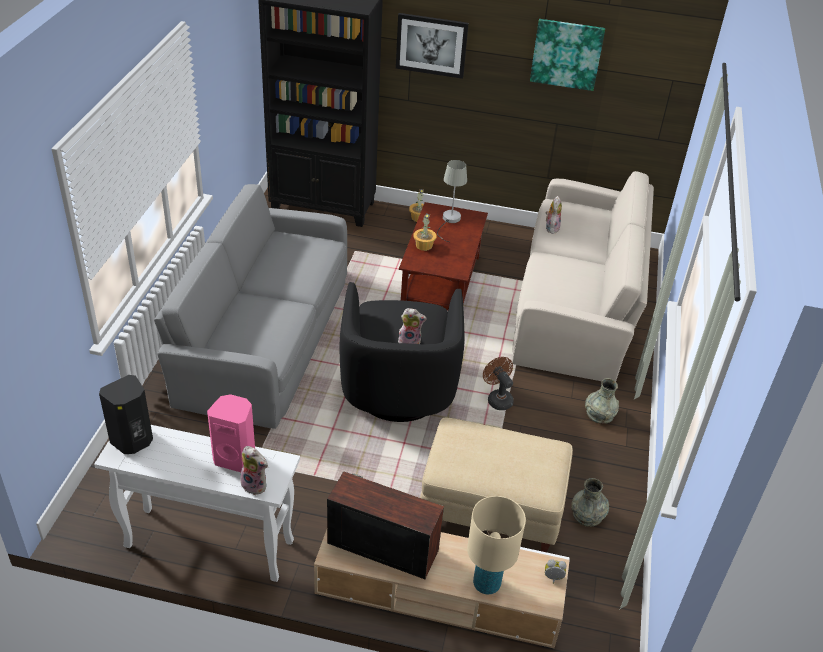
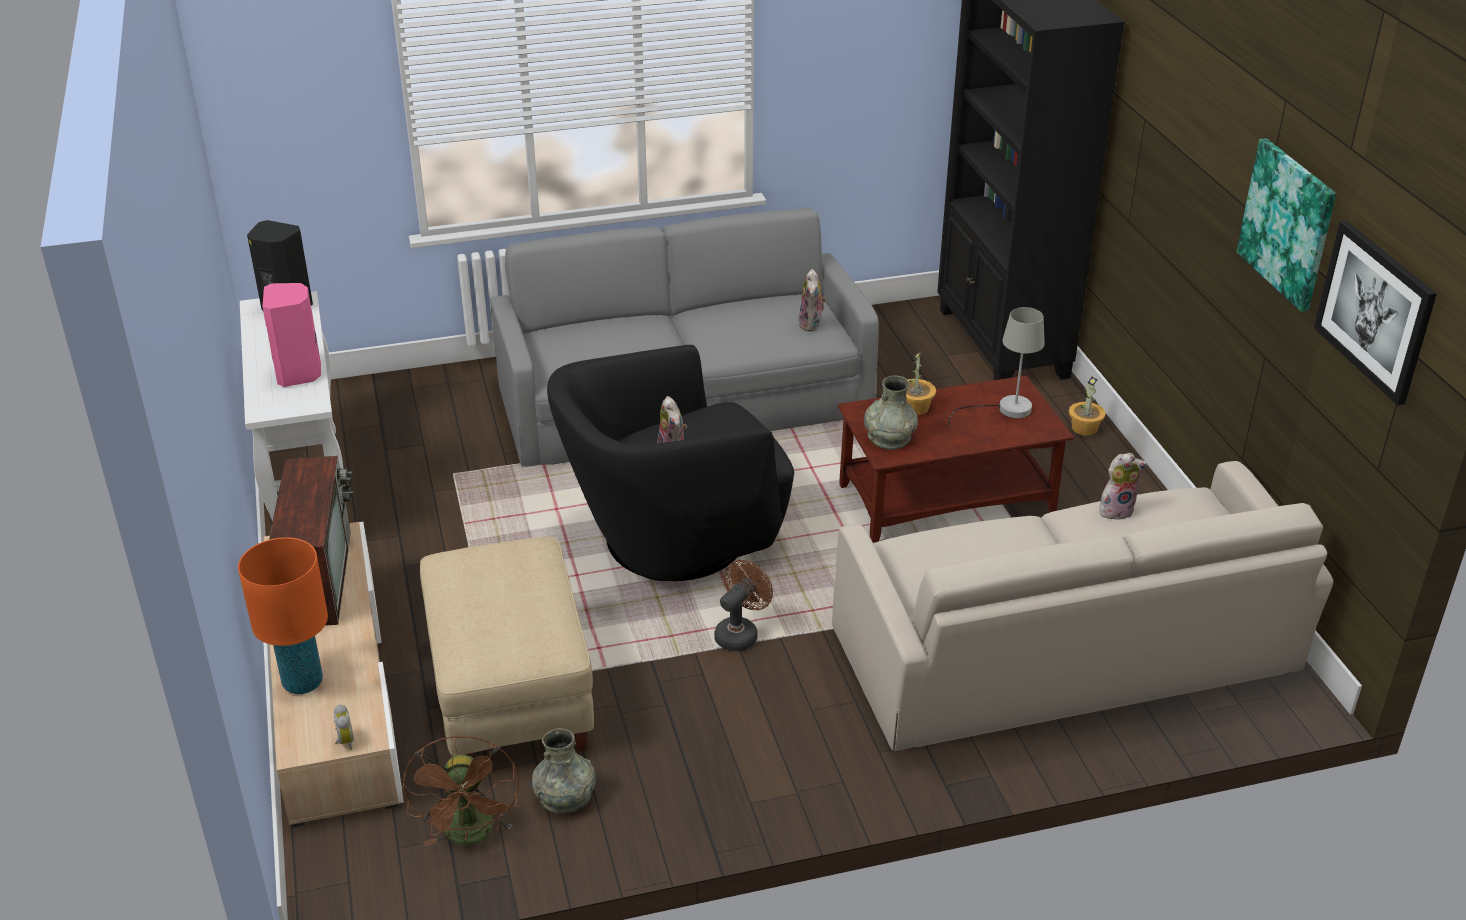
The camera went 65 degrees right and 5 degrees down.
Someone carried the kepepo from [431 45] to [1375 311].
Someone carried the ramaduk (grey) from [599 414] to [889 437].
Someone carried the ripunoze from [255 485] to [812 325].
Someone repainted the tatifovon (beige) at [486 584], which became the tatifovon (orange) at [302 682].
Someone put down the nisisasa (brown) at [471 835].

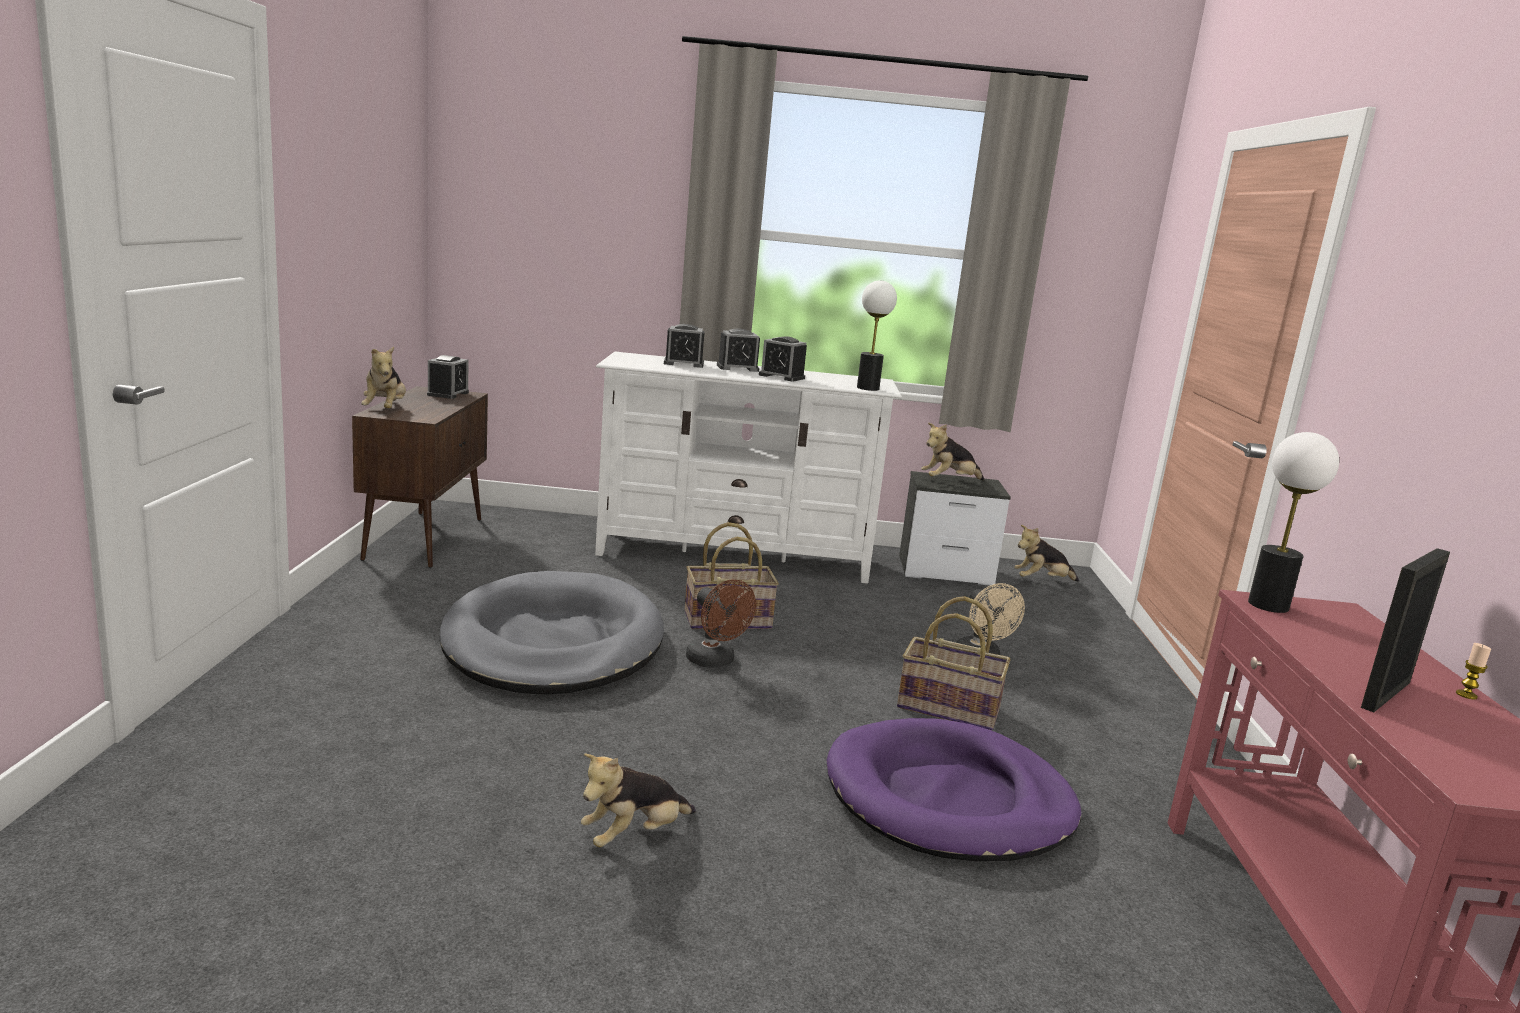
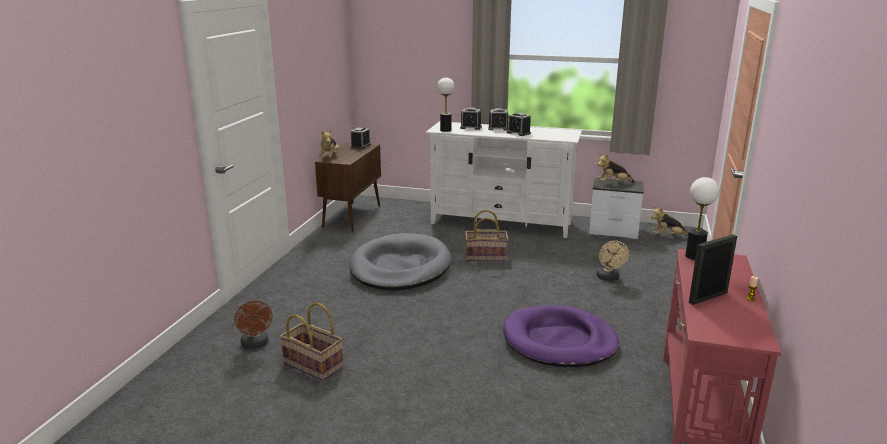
The camera went 15 degrees right and 5 degrees up.
Someone carried the tatifovon from [868 388] to [446 130].
Someone carried the nisisasa (brown) from [715 662] to [256 344].
Someone carried the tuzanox from [949 708] to [314 365].
Someone took away the ripunoze at [634 835].

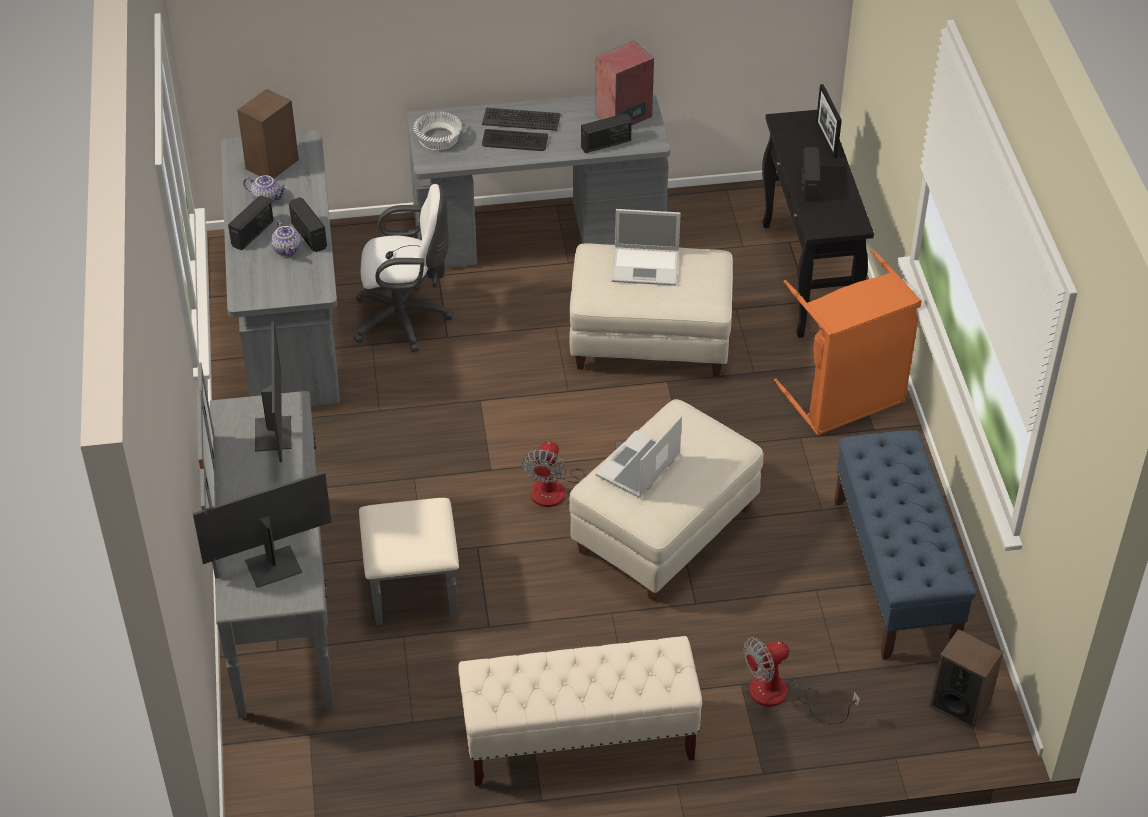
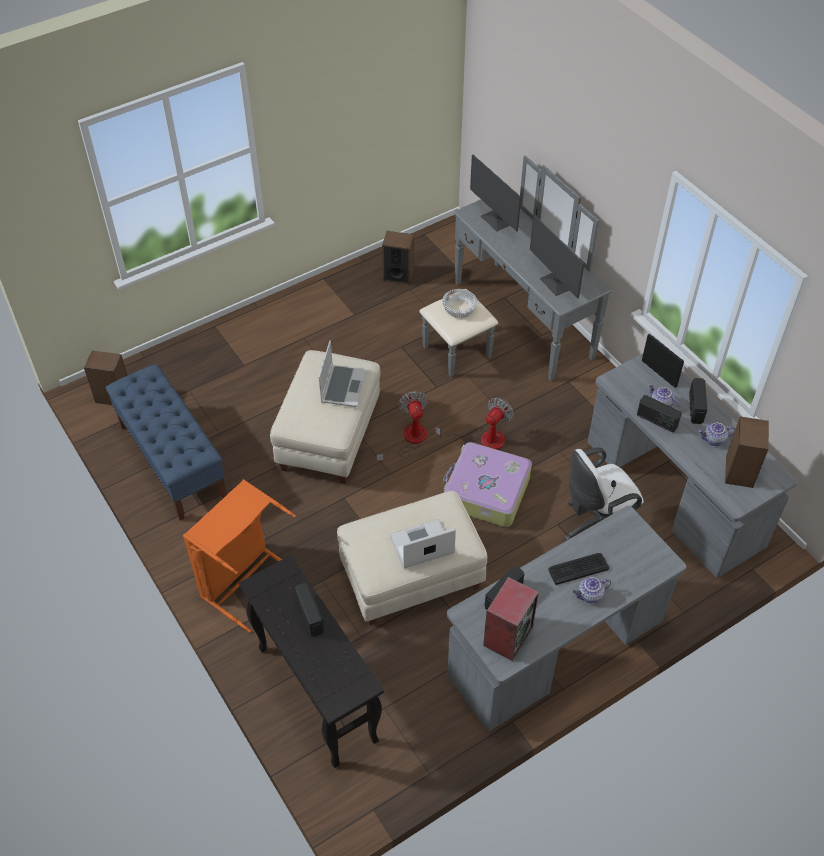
The camera went 155 degrees right and 5 degrees up.
Someone carried the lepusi from [826 140] to [659 373].
Someone swapped the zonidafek at [521 119] for the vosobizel at [589 595].
Someone carried the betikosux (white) from [439 139] to [458 308].
Someone rotated the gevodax at [272 565] by 105 degrees clockwise.
Someone took away the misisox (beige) at [578 740].
Someone carried the nisisasa from [782 696] to [483 441].
Someone put down the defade at [398 275].
Someone put down the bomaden at [485 492].

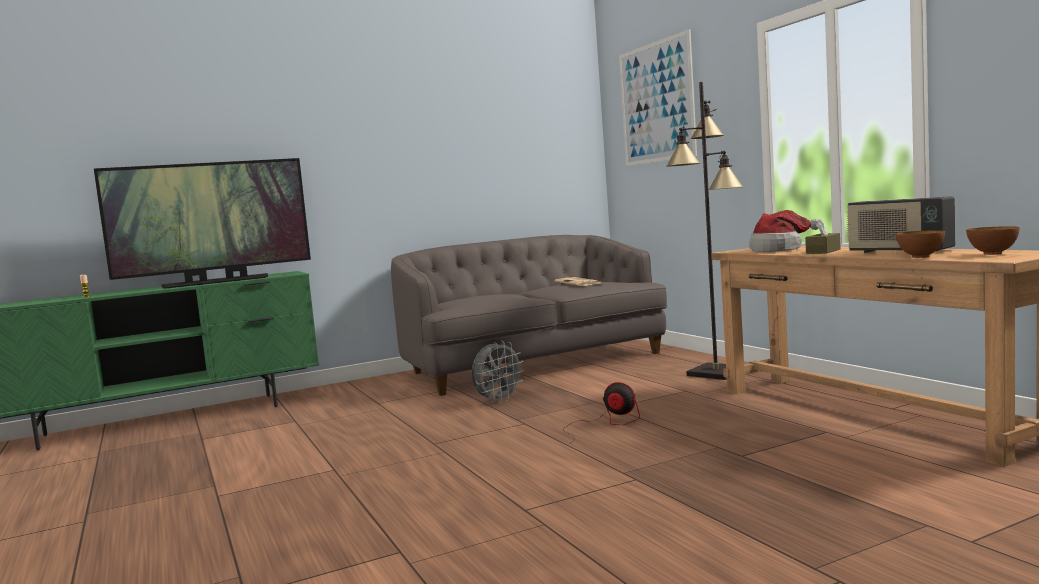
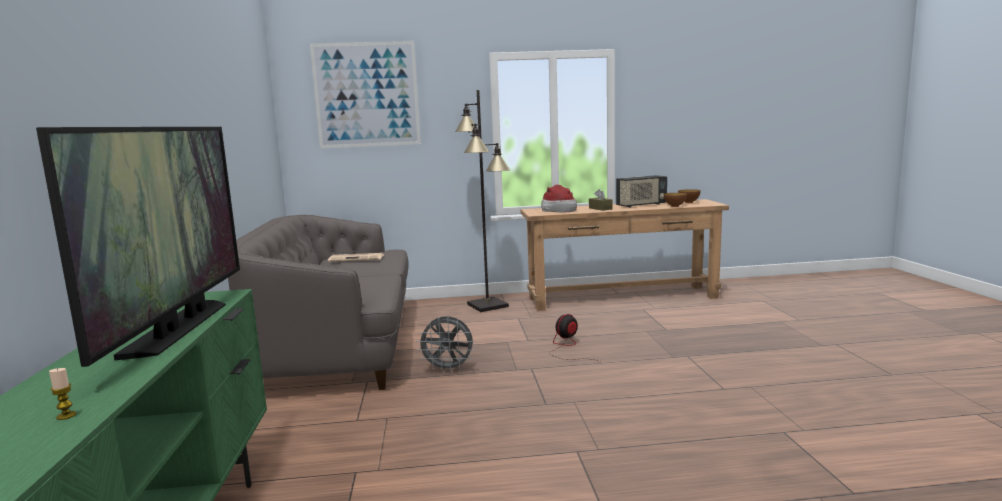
The camera went 70 degrees left and 5 degrees up.
Someone rotated the nisisasa (grey) at [498 401] by 120 degrees clockwise.

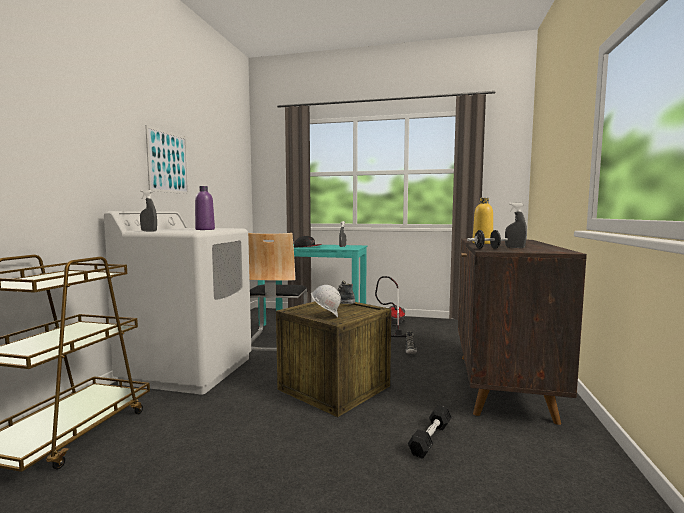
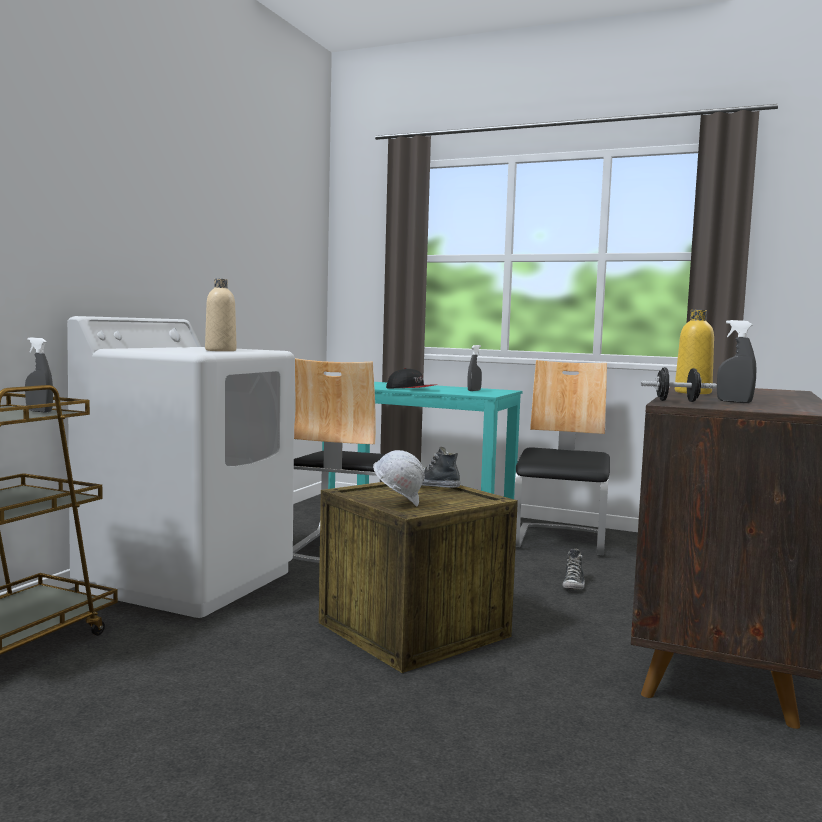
The camera went 10 degrees right and 0 degrees up.
Someone took away the kepepo at [168 162].
Someone repainted the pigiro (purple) at [205 229], which became the pigiro (beige) at [220 350].
Someone carried the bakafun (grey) from [149 231] to [39 411].
Someone swapped the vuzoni at [393 325] for the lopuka at [561 540].
Someone took away the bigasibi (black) at [430 439].

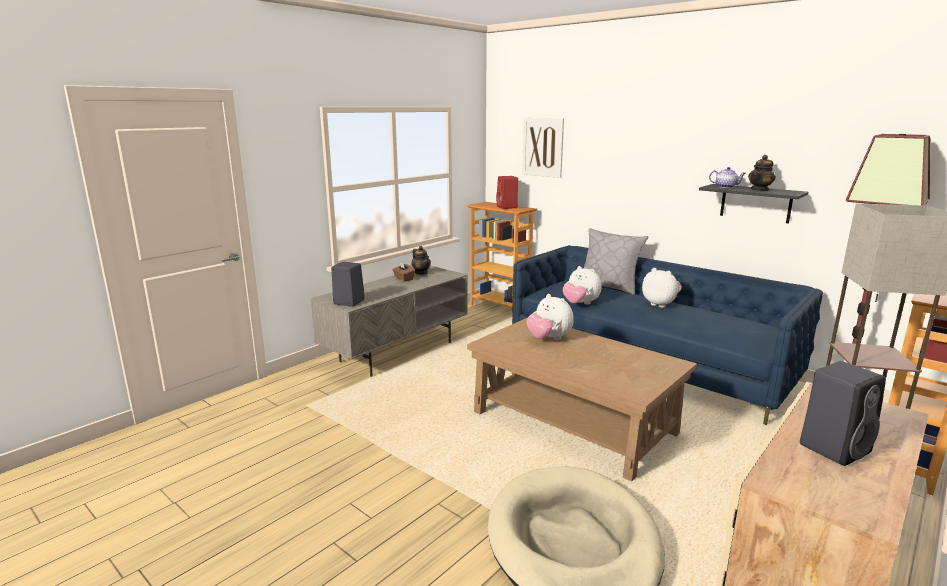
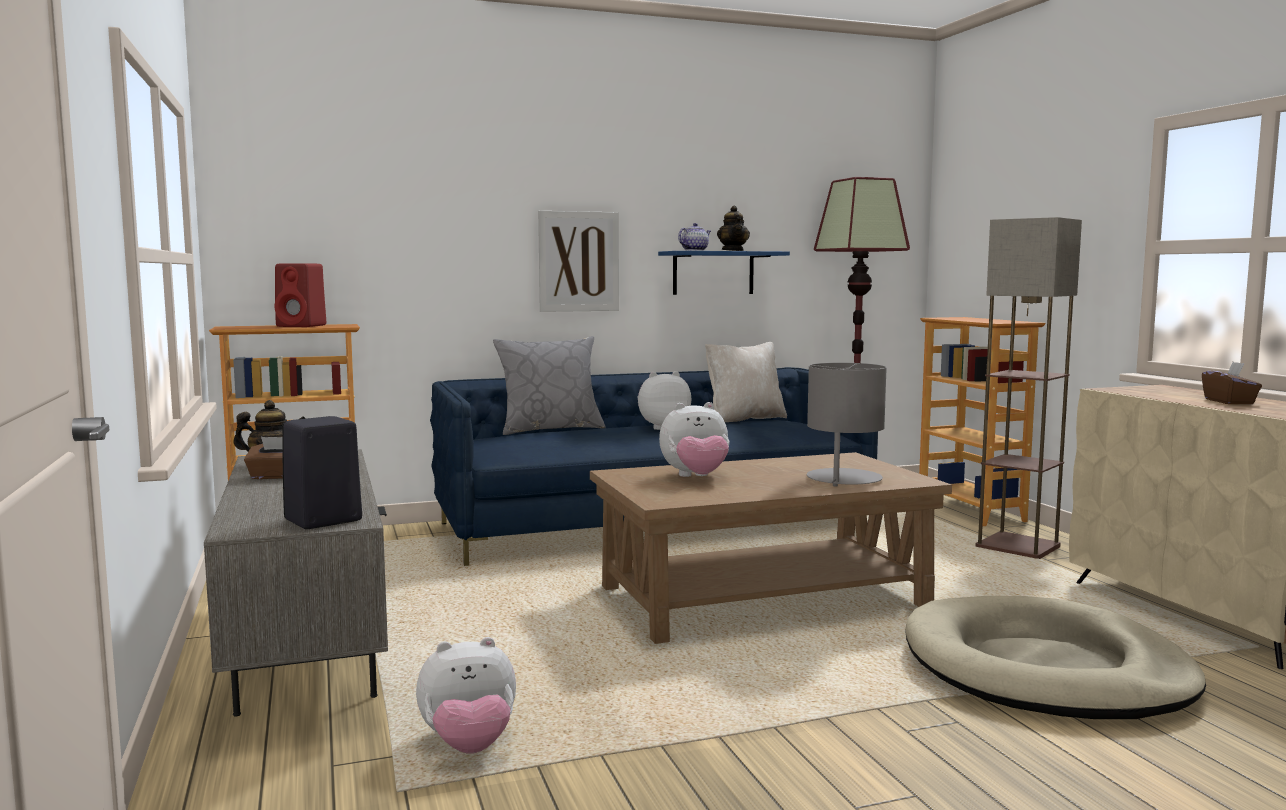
The camera went 60 degrees left and 10 degrees down.
Someone carried the kepepo from [542 147] to [578 261].
Someone repainted the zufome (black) at [755 203], which became the zufome (blue) at [713 273].
Someone carried the ripunoze from [580 304] to [469 746].
Someone swapped the defade (black) at [835 448] for the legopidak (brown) at [1229 402].
Someone put down the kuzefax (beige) at [744 419].
Someone put down the tatifovon (grey) at [843 479].

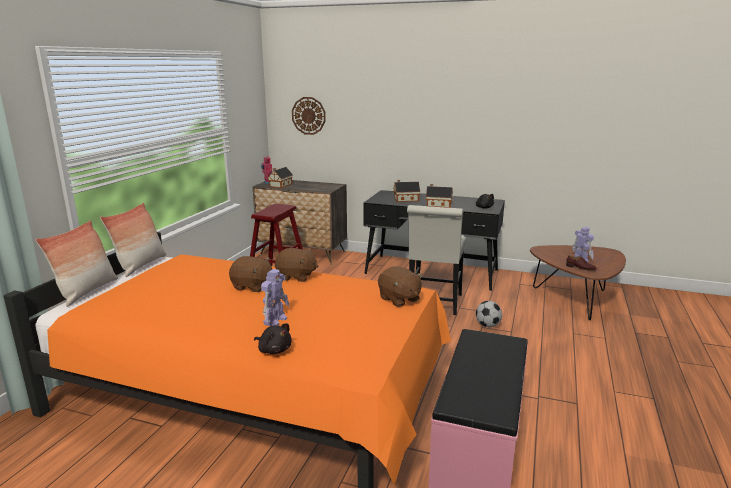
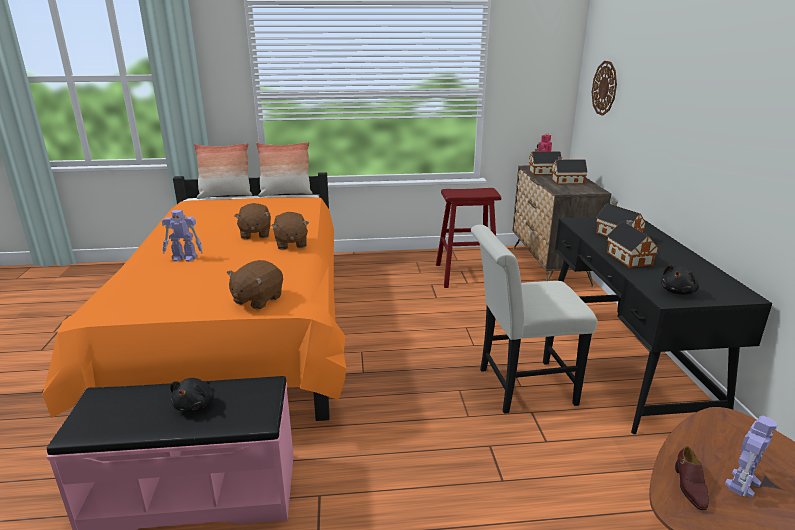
The camera went 65 degrees right and 5 degrees up.
Someone took away the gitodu at [488 326].
Someone carried the ripunoze (black) from [274 350] to [195 405].
Someone put down the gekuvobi at [566 181].

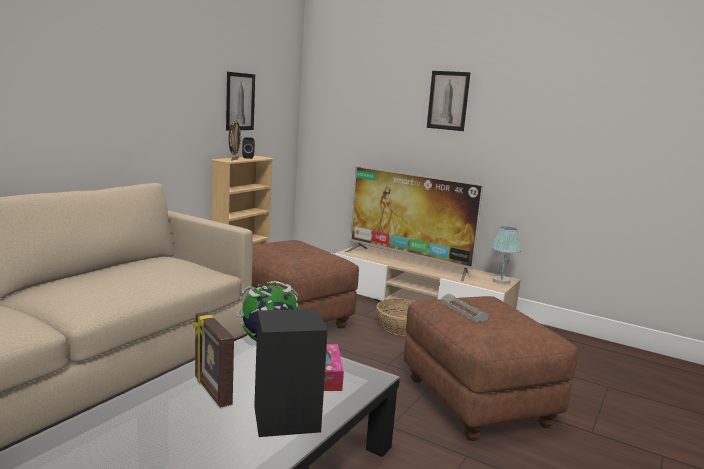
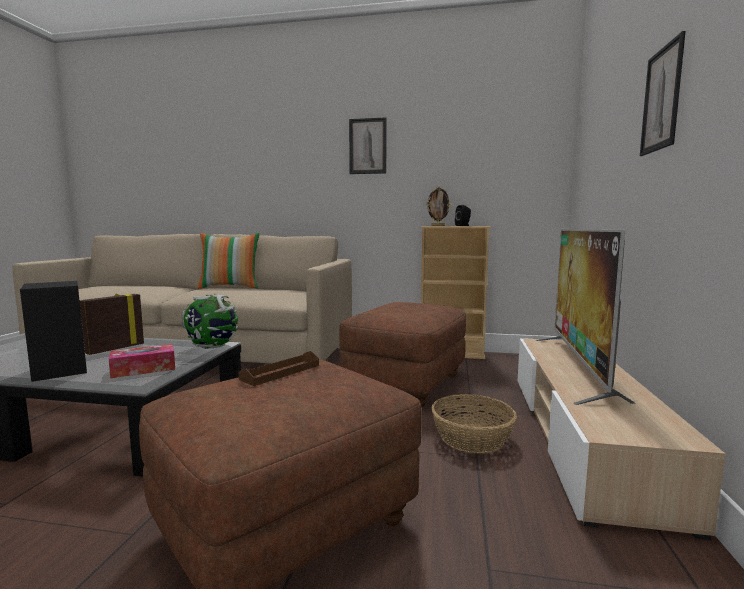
The camera went 70 degrees right and 5 degrees down.
Someone carried the kepepo from [240 101] to [367 146].
Someone took away the tatifovon at [501 281].
Someone repainted the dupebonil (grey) at [463 311], which became the dupebonil (brown) at [280 372].
Someone put down the kuzefax at [230 287].

